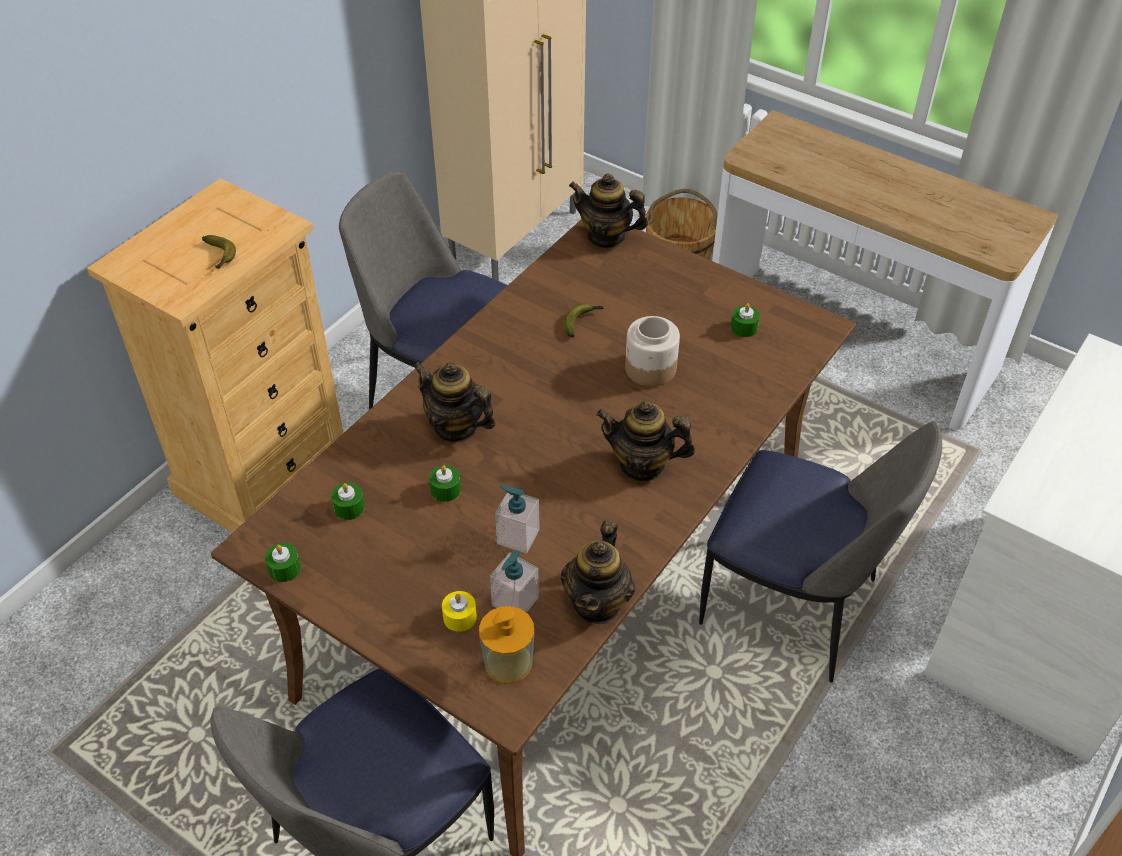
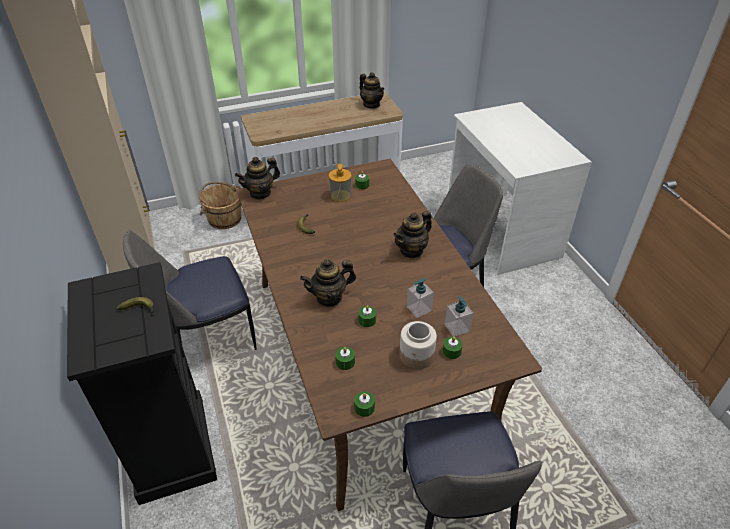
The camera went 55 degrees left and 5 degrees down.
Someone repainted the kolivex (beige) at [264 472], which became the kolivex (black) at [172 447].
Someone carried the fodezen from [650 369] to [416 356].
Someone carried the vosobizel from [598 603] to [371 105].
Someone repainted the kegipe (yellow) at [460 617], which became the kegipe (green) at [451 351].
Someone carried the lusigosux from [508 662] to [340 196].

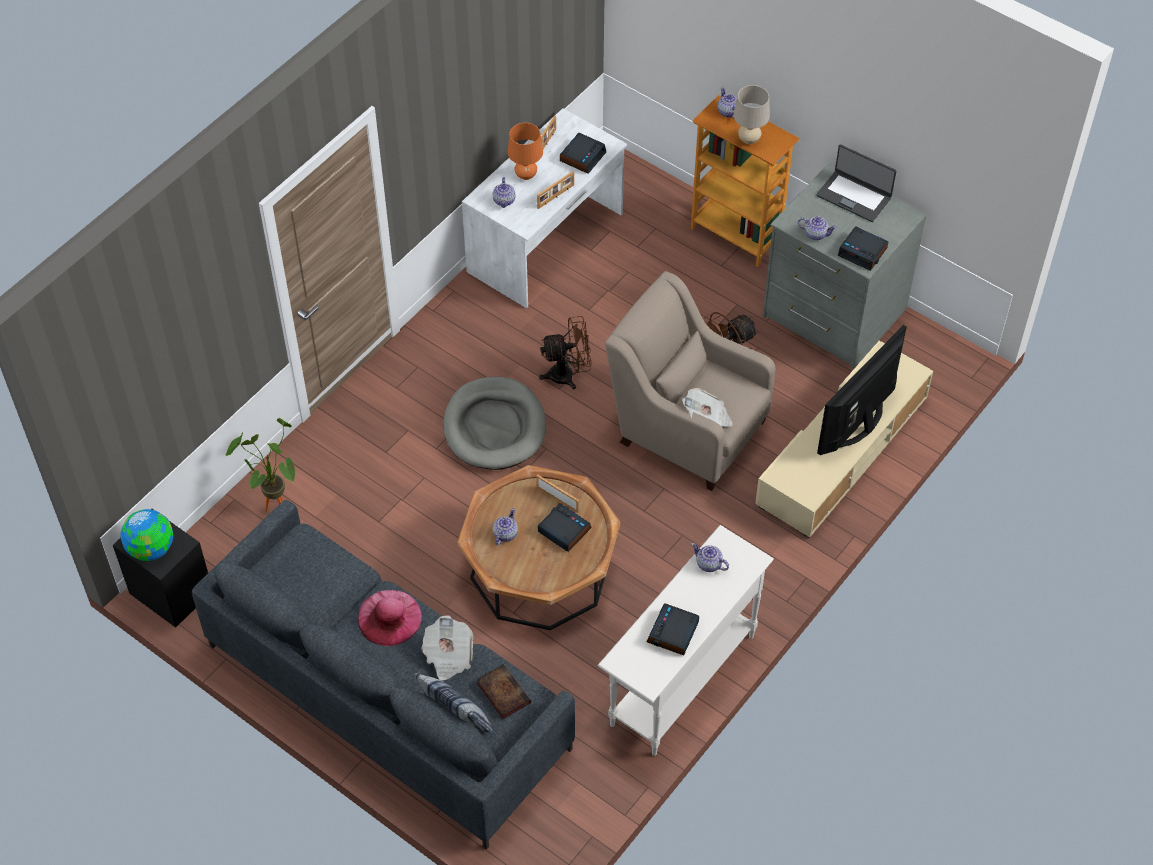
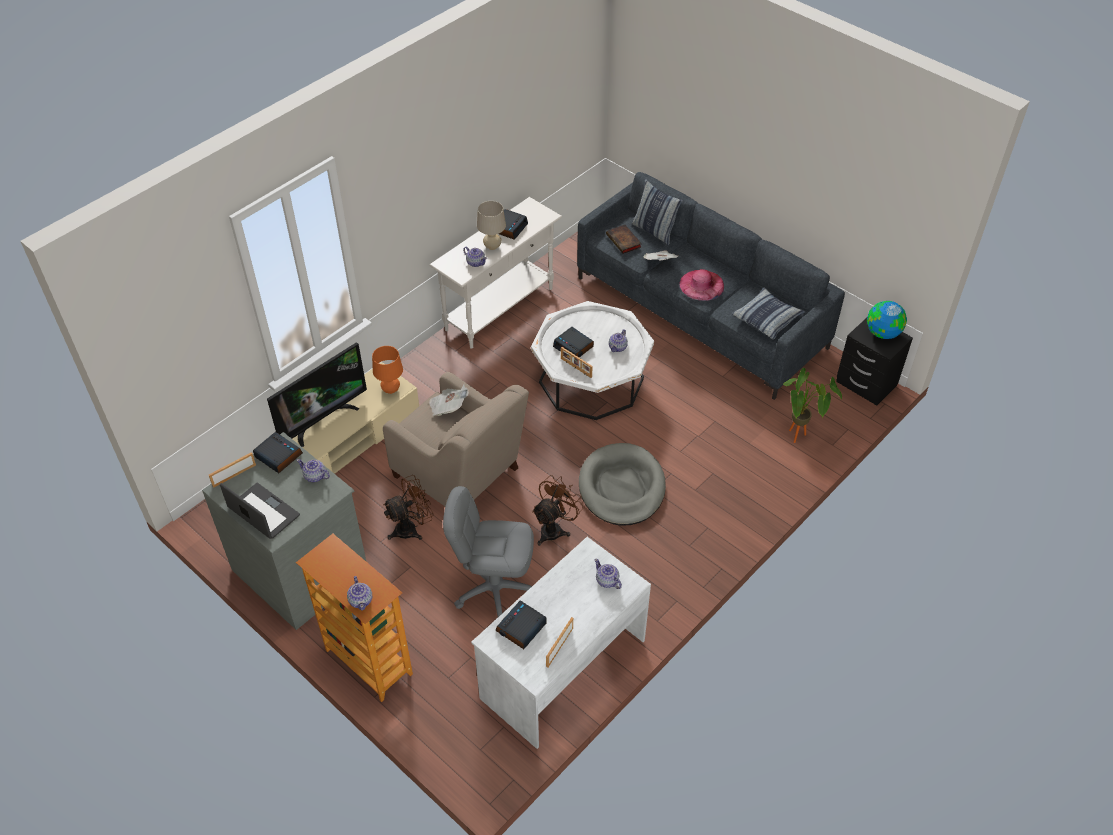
The camera went 175 degrees left and 5 degrees down.
Someone carried the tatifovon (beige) from [749 140] to [492 246].
Someone carried the tatifovon (orange) from [526 175] to [390 389].
Someone carried the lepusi from [556 197] to [234 475].
Someone rotated the vosobizel at [504 200] by 45 degrees counterclockwise.
Someone rotated the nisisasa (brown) at [568 374] by 135 degrees clockwise.
Someone repainted the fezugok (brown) at [540 570], which became the fezugok (white) at [591 380].
Someone put down the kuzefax at [767 318].
Someone put down the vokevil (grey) at [494 589].

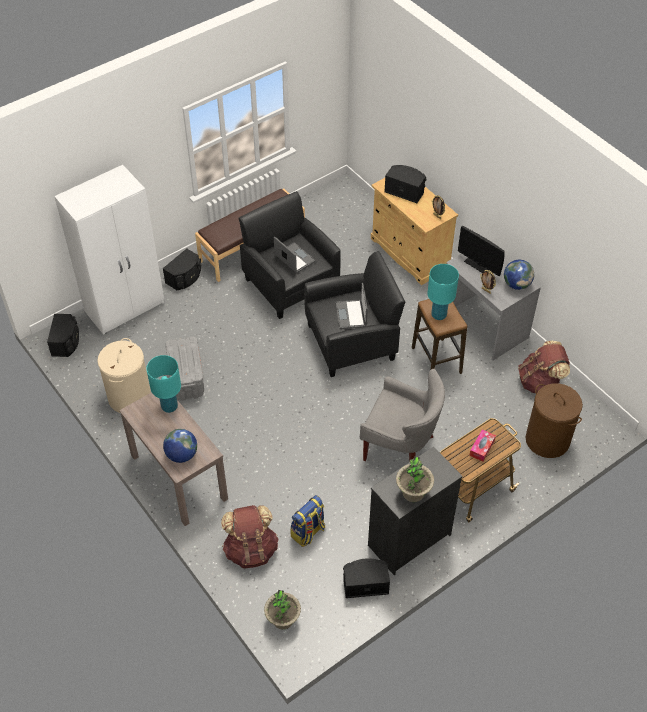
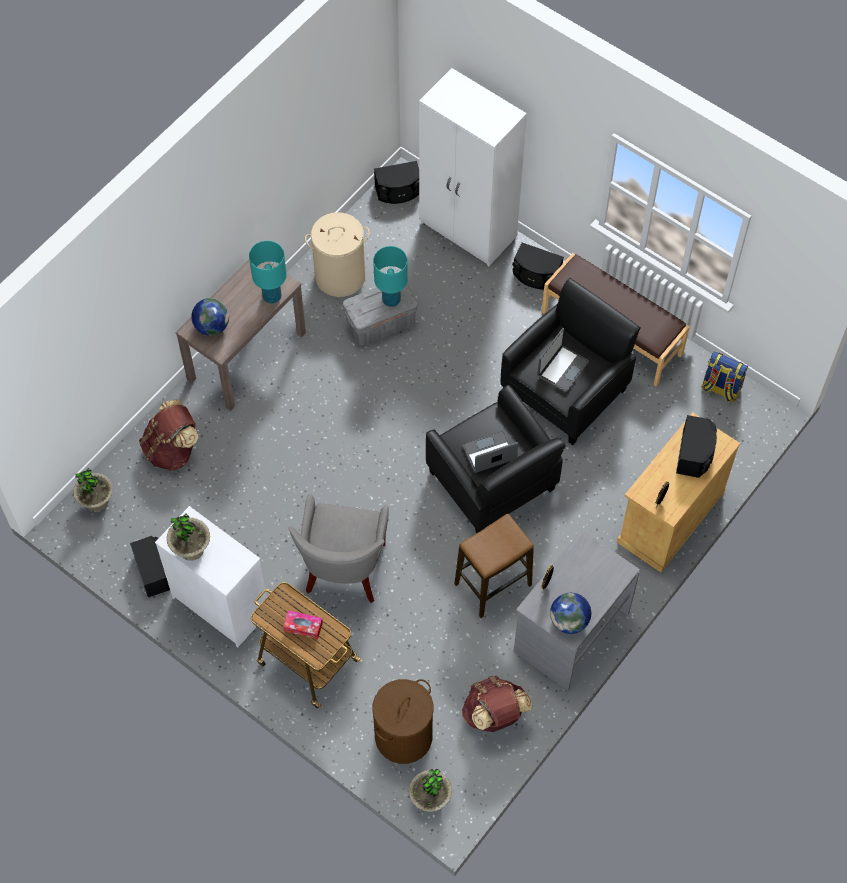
The camera went 75 degrees right and 10 degrees up.
Someone took away the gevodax at [479 265].
Someone carried the tatifovon (turquoise) from [438 315] to [391 300].
Someone repainted the kolivex (black) at [409 539], which became the kolivex (white) at [221 604].
Someone carried the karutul from [308 532] to [720 389].
Someone put down the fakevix at [430 799].

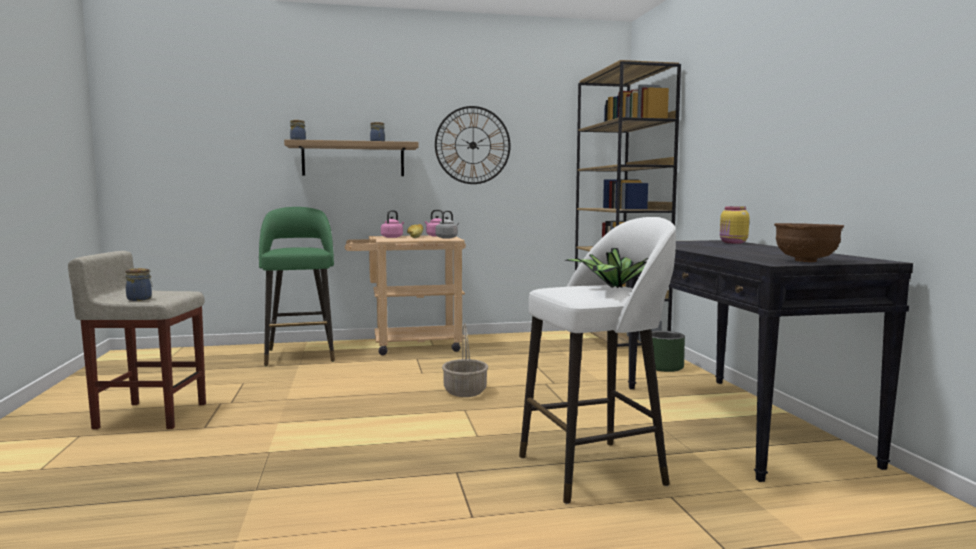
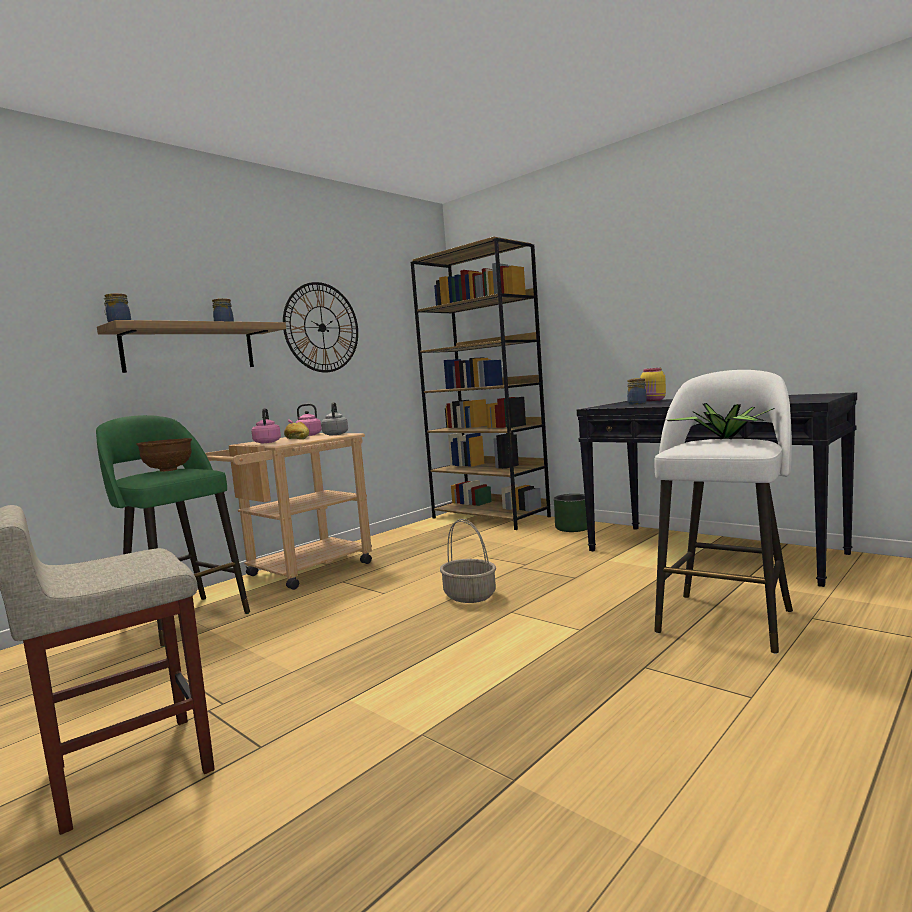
The camera went 35 degrees left and 0 degrees up.
Someone carried the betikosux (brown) from [806 261] to [169 470].
Someone carried the fodezen from [140 299] to [636 403].

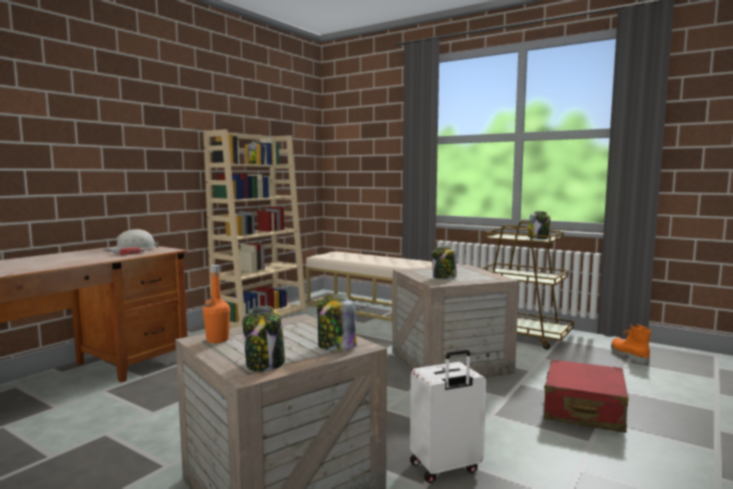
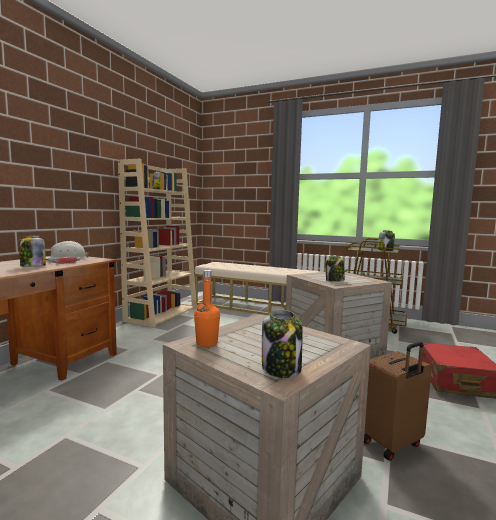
The camera went 10 degrees left and 0 degrees up.
Someone carried the fodezen from [336 347] to [32 266].
Someone took away the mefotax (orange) at [628 356].
Someone repainted the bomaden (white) at [445 468], which became the bomaden (brown) at [392 444].

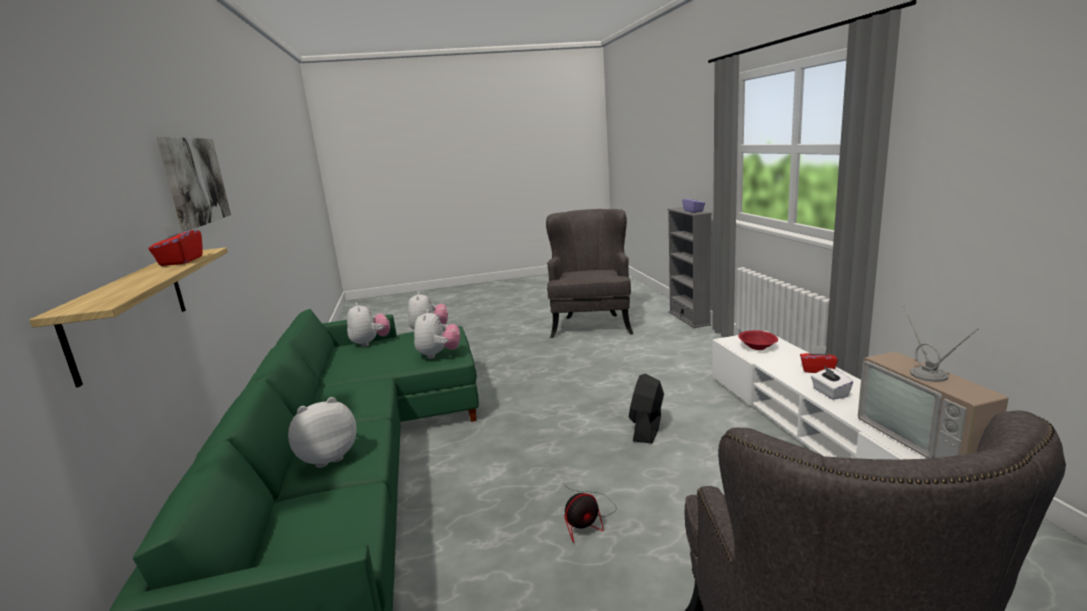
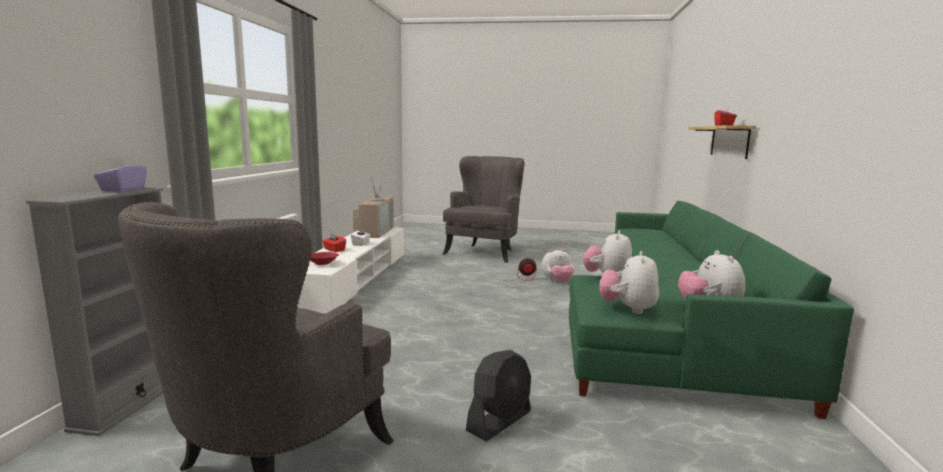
The camera went 160 degrees left and 5 degrees down.
Someone took away the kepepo at [194 181].
Someone carried the nisisasa (black) from [647 429] to [499 421].
Someone carried the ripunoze from [327 458] to [557 282].

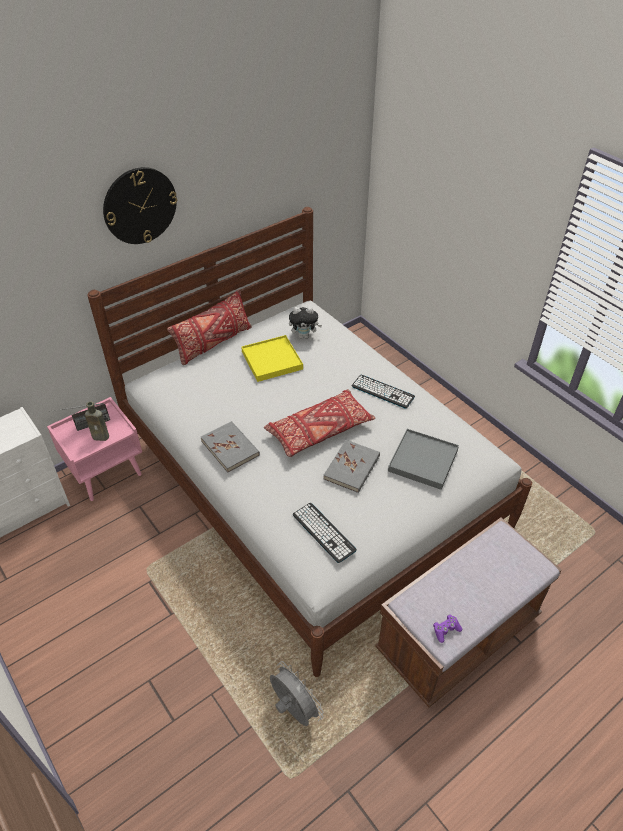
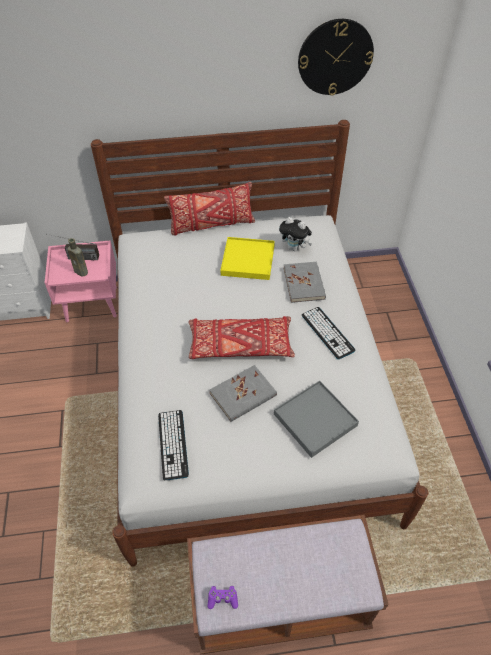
The camera went 30 degrees right and 5 degrees up.
Someone carried the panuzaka from [140 206] to [335 57].
Someone carried the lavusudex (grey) from [230 448] to [304 283].
Someone took away the nisisasa (grey) at [293 709].

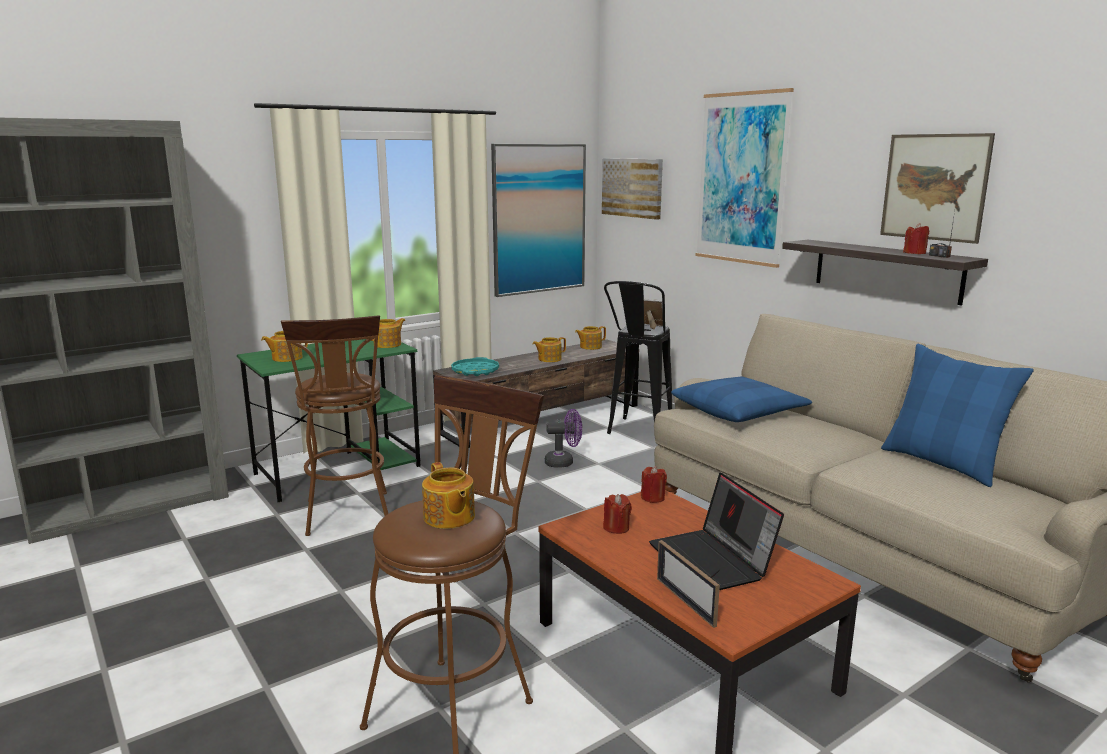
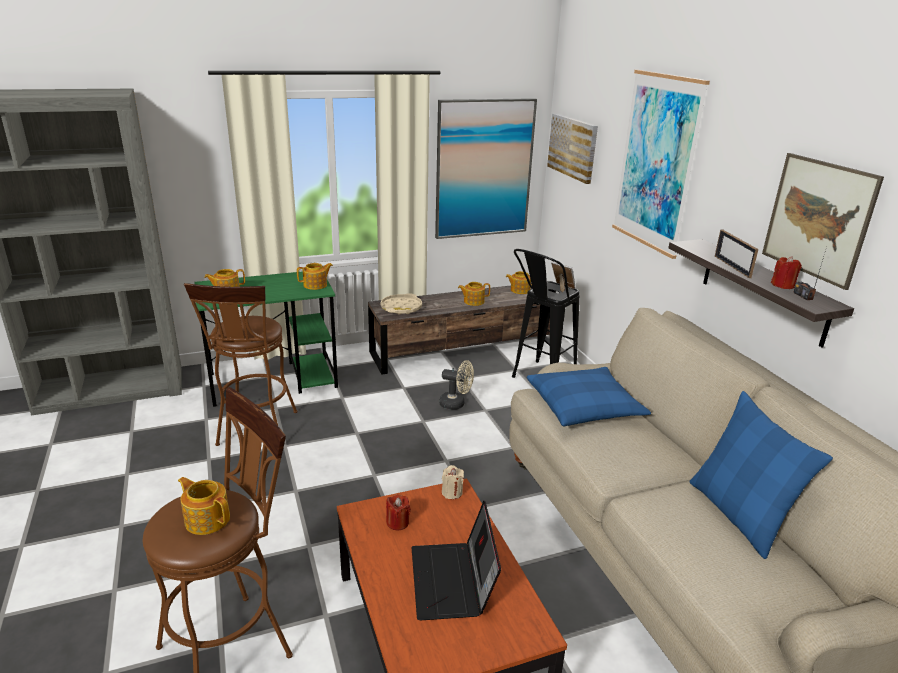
The camera went 15 degrees right and 10 degrees up.
Someone repainted the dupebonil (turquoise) at [475 371], which became the dupebonil (beige) at [401 308].
Someone repainted the nisisasa (purple) at [564 462], which became the nisisasa (beige) at [456 404].
Someone rotated the vosobizel at [449 517] by 135 degrees clockwise.
Someone repainted the kegipe (red) at [652 498], which became the kegipe (beige) at [452 492].
Someone carried the lepusi from [685 601] to [732 266].

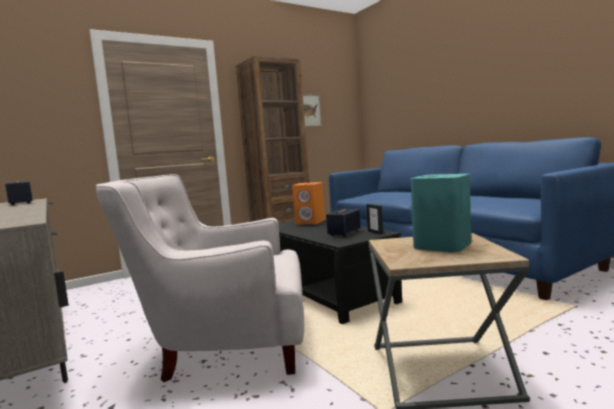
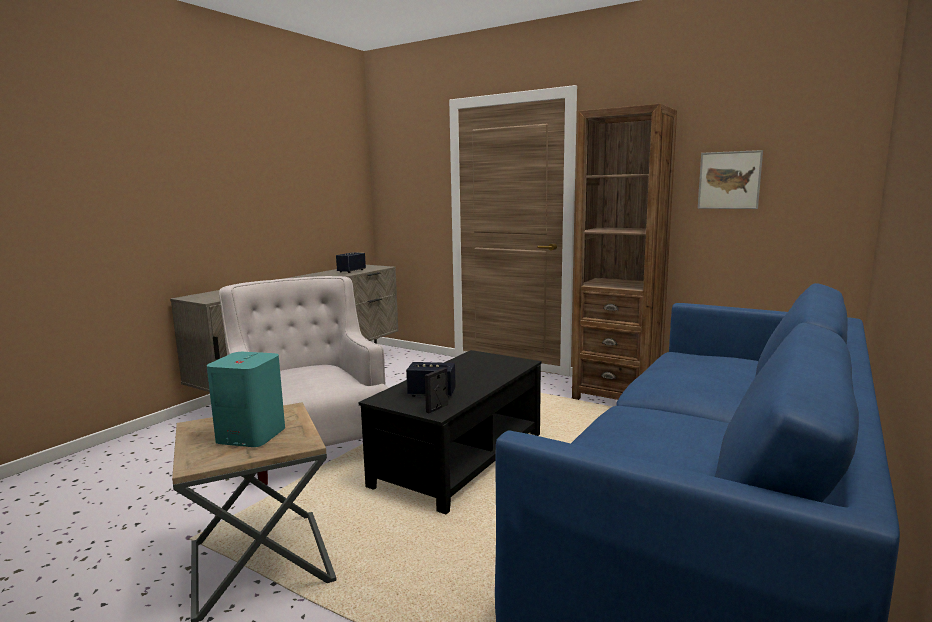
The camera went 65 degrees right and 5 degrees up.
Someone took away the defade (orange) at [310 222].

